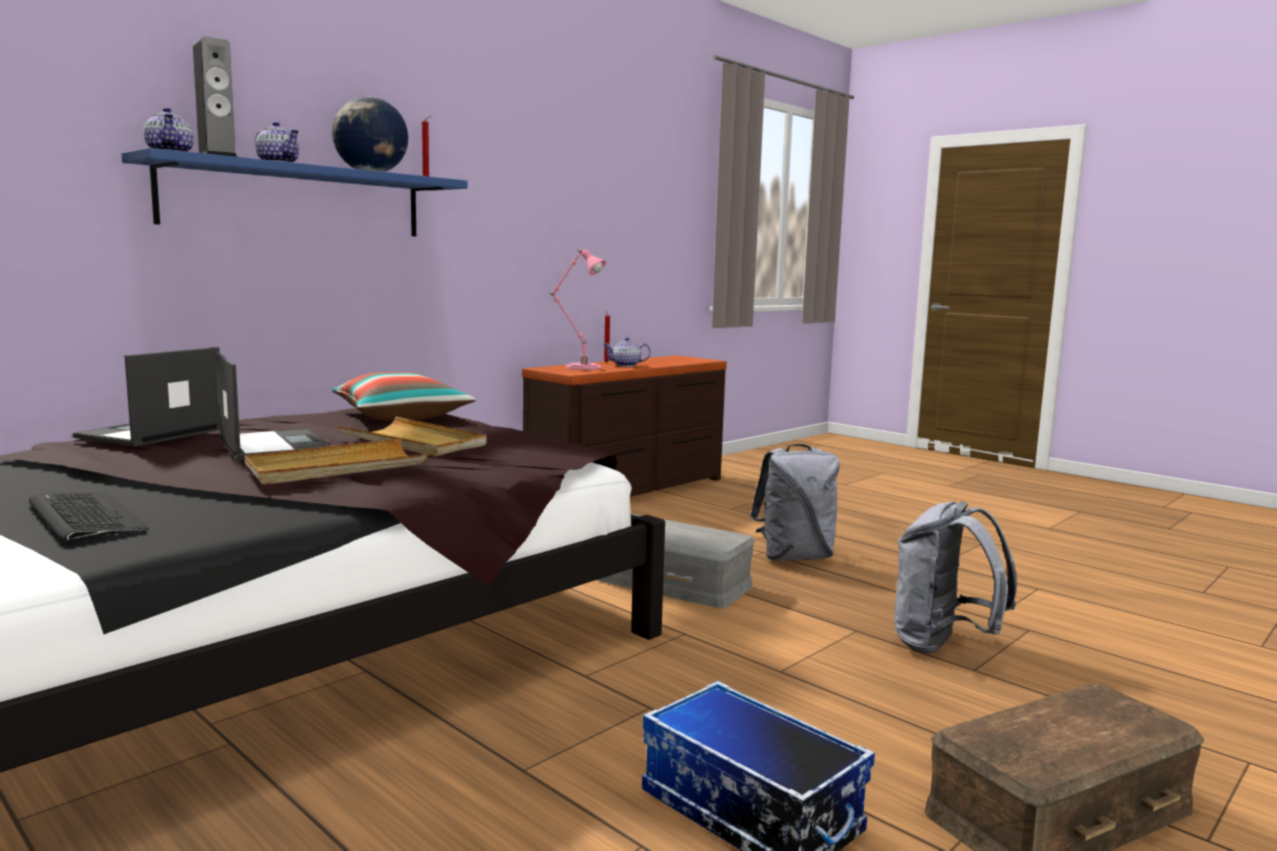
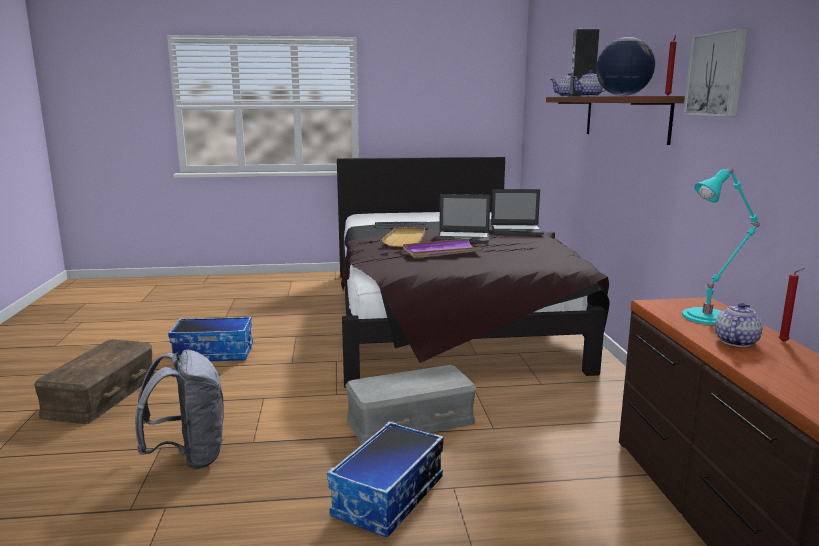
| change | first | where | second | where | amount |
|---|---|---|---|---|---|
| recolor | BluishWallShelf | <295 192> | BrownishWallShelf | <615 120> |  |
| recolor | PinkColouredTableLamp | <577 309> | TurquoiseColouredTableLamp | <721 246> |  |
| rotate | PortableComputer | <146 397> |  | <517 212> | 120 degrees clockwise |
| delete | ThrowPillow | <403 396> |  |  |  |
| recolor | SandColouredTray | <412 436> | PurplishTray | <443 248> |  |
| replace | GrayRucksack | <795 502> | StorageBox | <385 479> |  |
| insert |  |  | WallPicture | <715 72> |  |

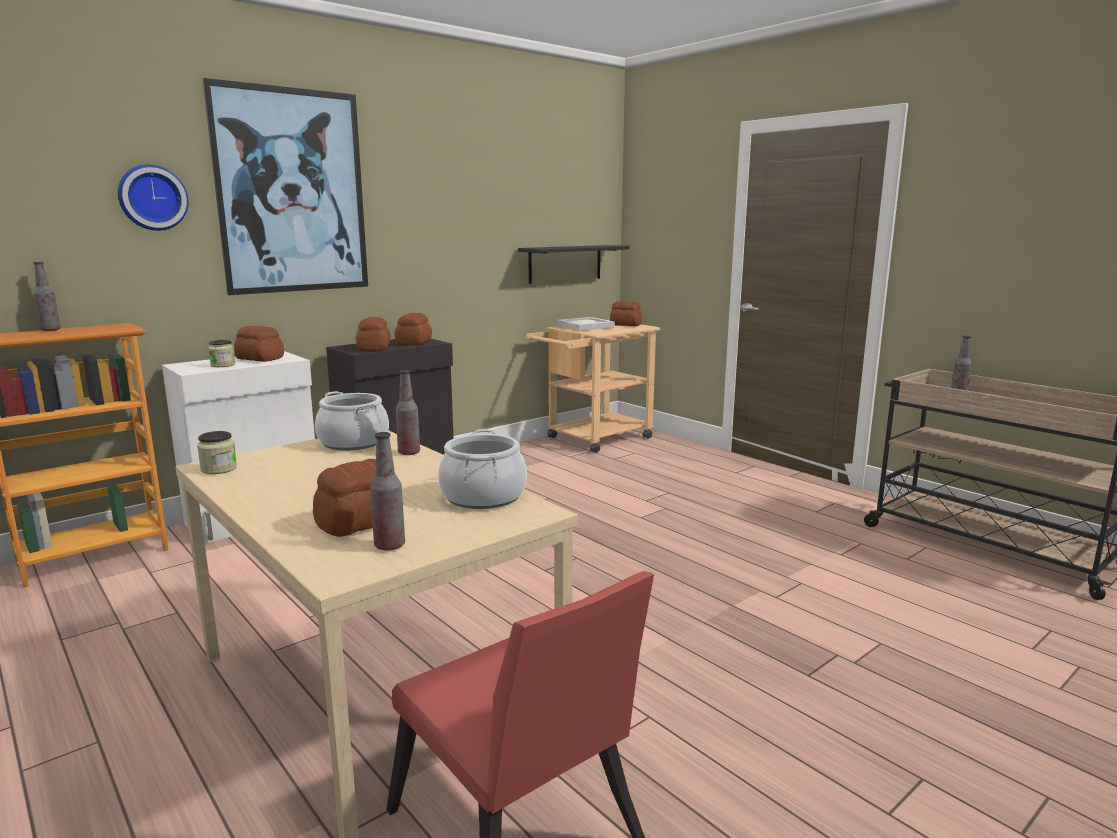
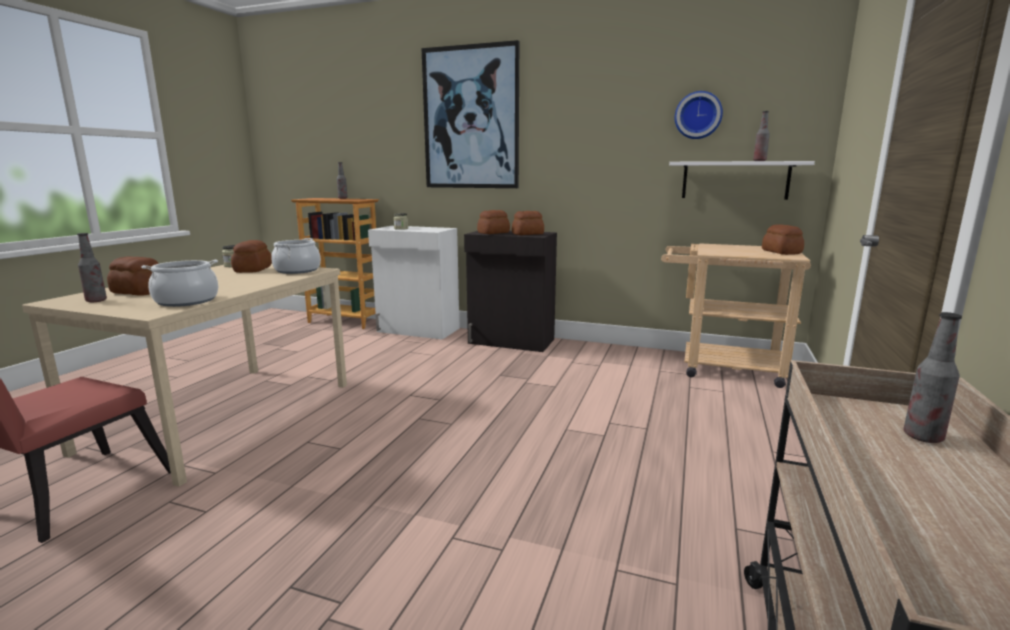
| change | first | where | second | where | amount |
|---|---|---|---|---|---|
| move | WallClock | <153 197> |  | <699 115> |  |
| recolor | BlackColouredWallShelf | <574 264> | WhiteWallShelf | <742 180> |  |
| delete | WhiteTray | <586 324> |  |  |  |
| move | BakedBread | <259 344> |  | <251 256> |  |
| move | Bottle | <408 412> |  | <761 136> |  |

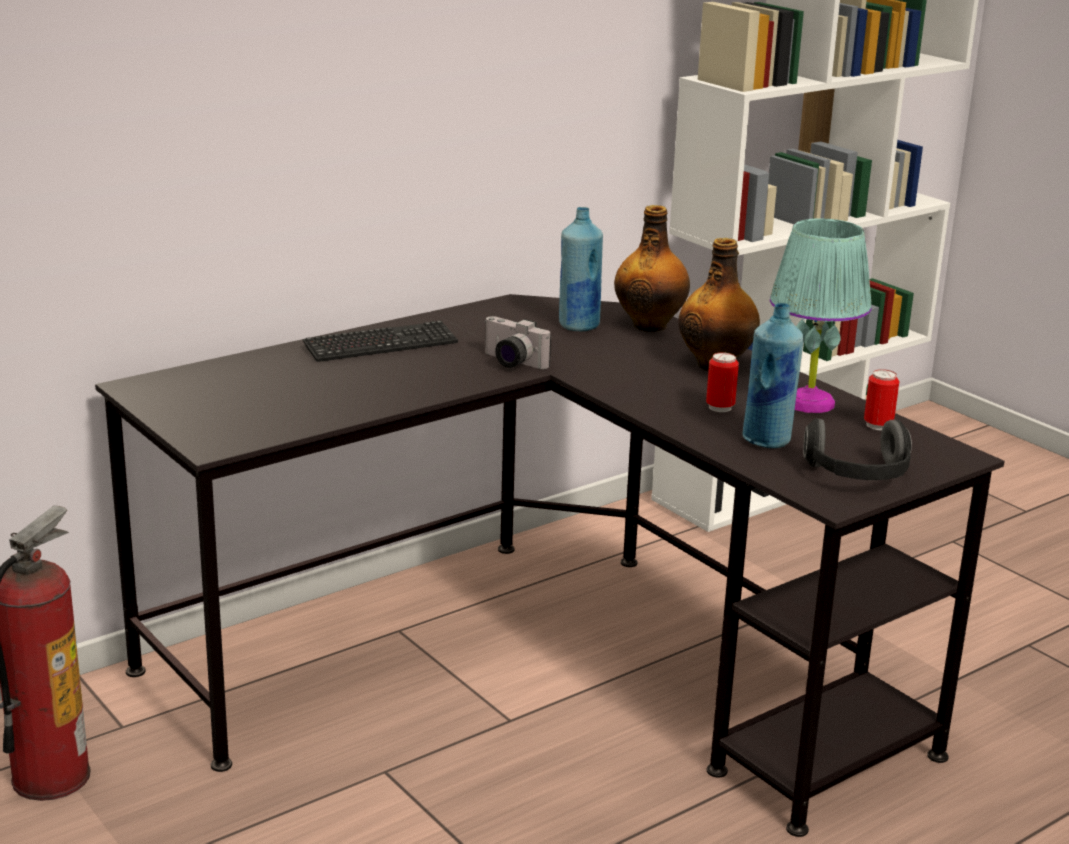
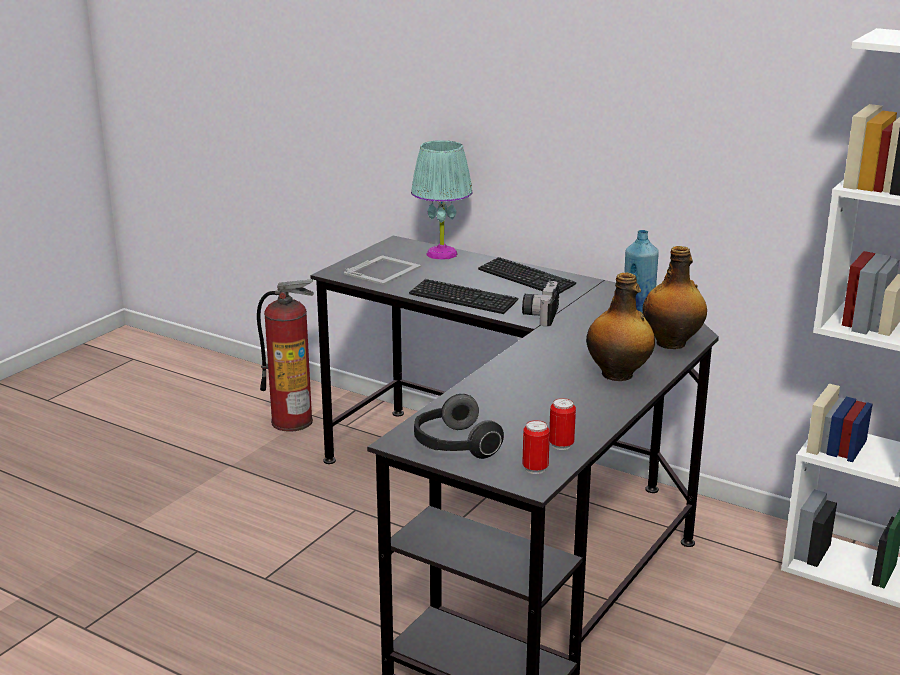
| change | first | where | second | where | amount |
|---|---|---|---|---|---|
| move | TurquoiseColouredTableLamp | <821 315> |  | <441 200> |  |
| delete | BluishBottle | <773 375> |  |  |  |
| move | SealedCan | <722 382> |  | <536 447> |  |
| insert |  |  | PhotoFrame | <382 270> |  |
| insert |  |  | ComputerKeyboard | <464 296> |  |

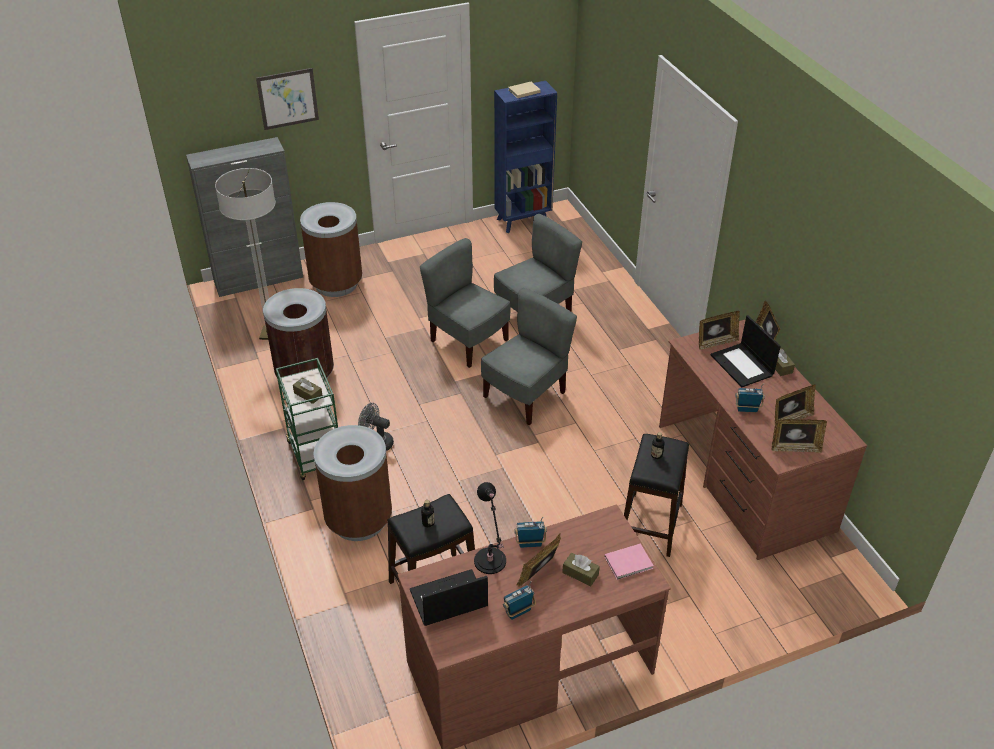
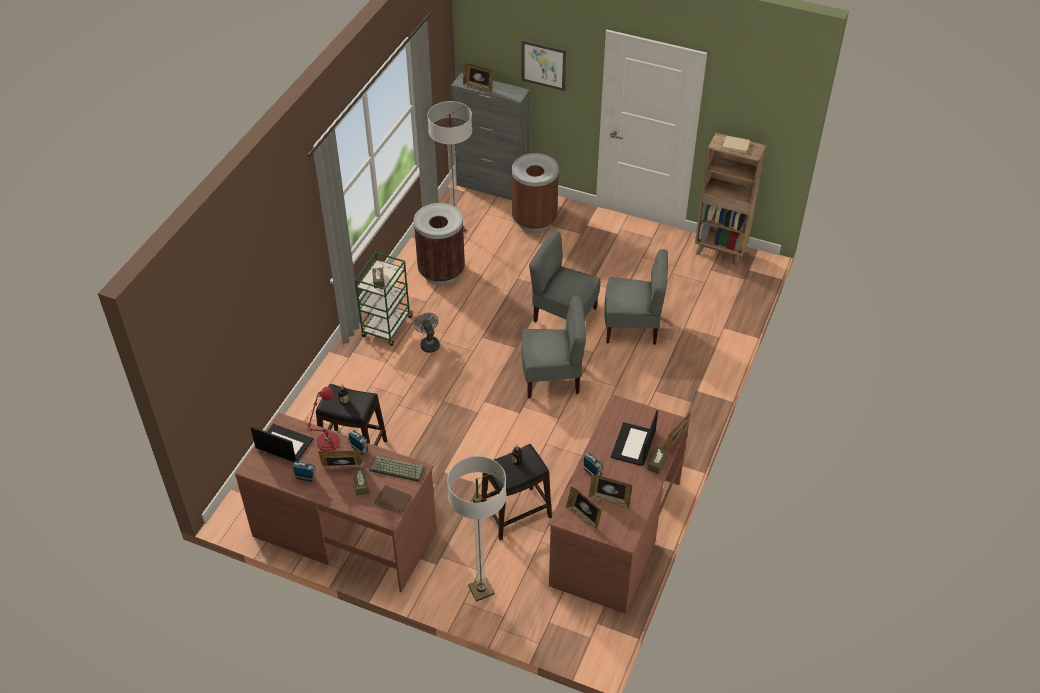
| change | first | where | second | where | amount |
|---|---|---|---|---|---|
| recolor | BluishShelvingUnit | <525 157> | BrownishShelvingUnit | <730 199> |  |
| rotate | GrayUprightChair | <465 303> |  | <564 276> | 60 degrees counterclockwise |
| move | PhotoFrame | <719 330> |  | <478 78> |  |
| delete | BrownishRubbishBin | <352 483> |  |  |  |
| recolor | BlackColouredTableLamp | <490 528> | ReddishTableLamp | <323 419> |  |
| recolor | PinkColouredVolume | <629 561> | BrownishVolume | <392 499> |  |
| insert |  |  | ComputerKeyboard | <397 469> |  |
| insert |  |  | StandardLamp | <477 529> |  |

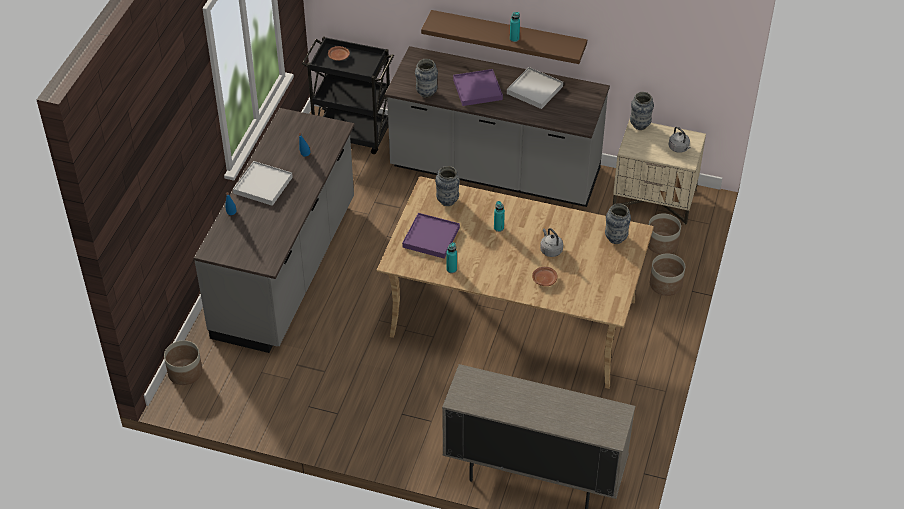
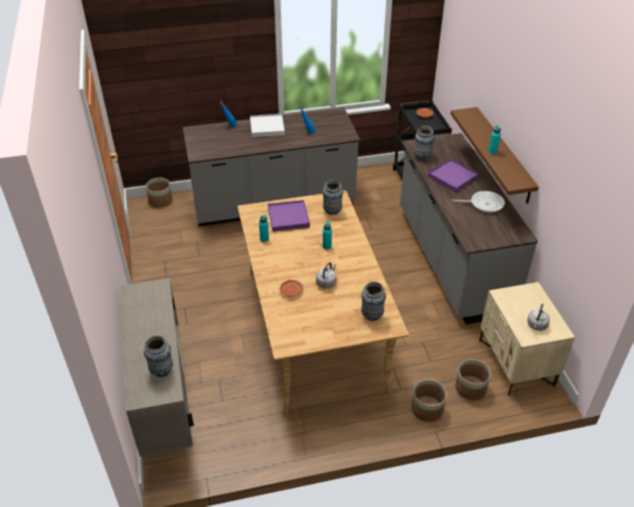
| change | first | where | second | where | amount |
|---|---|---|---|---|---|
| replace | WhiteTray | <535 88> | FryingPan | <478 201> |  |
| move | FlowerVase | <642 111> |  | <158 356> |  |

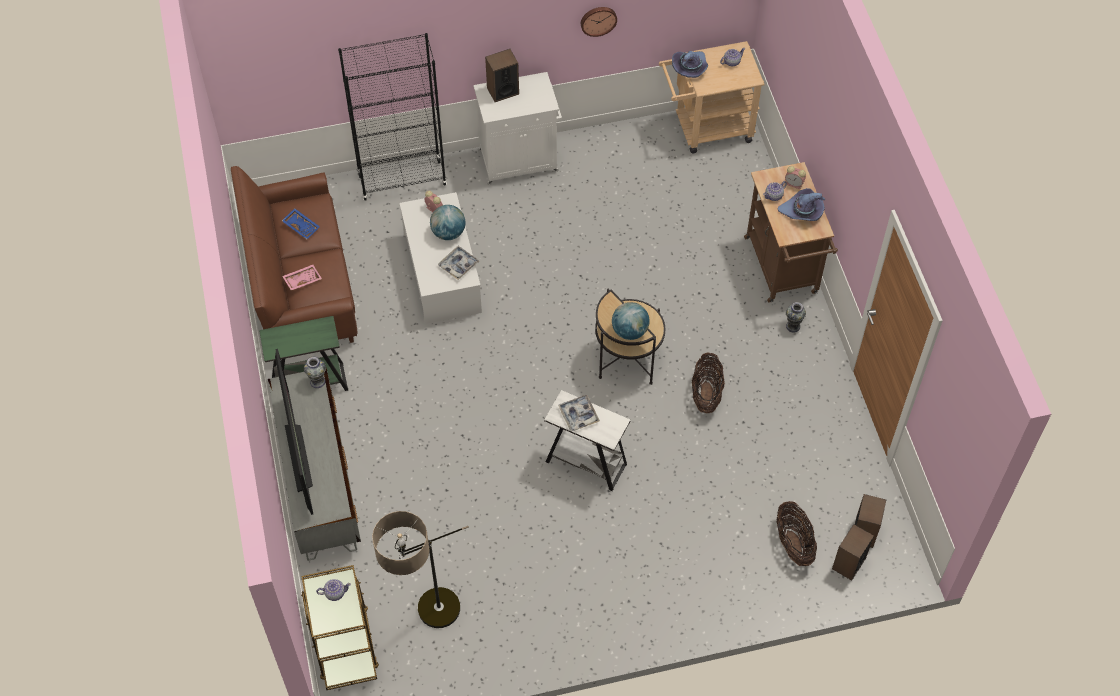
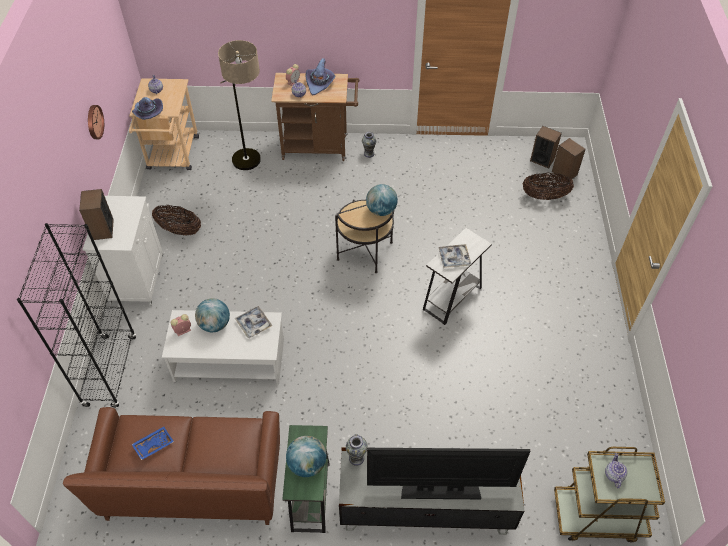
| change | first | where | second | where | amount |
|---|---|---|---|---|---|
| delete | PinkColouredTray | <302 277> |  |  |  |
| move | HouseholdBasket | <708 382> |  | <176 220> |  |
| move | StandardLamp | <420 569> |  | <239 105> |  |
| insert |  |  | Globe | <306 456> |  |

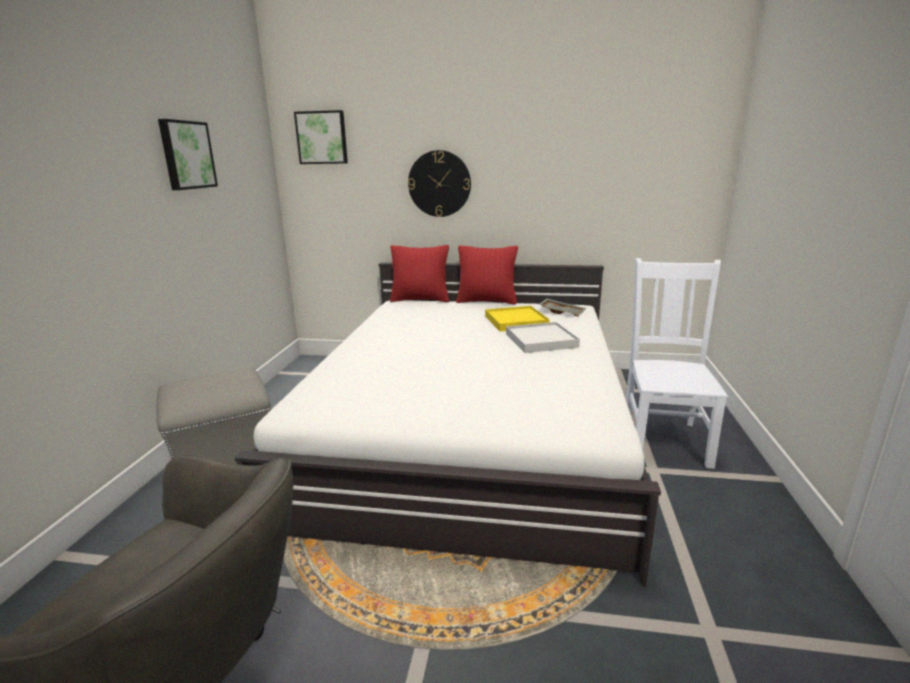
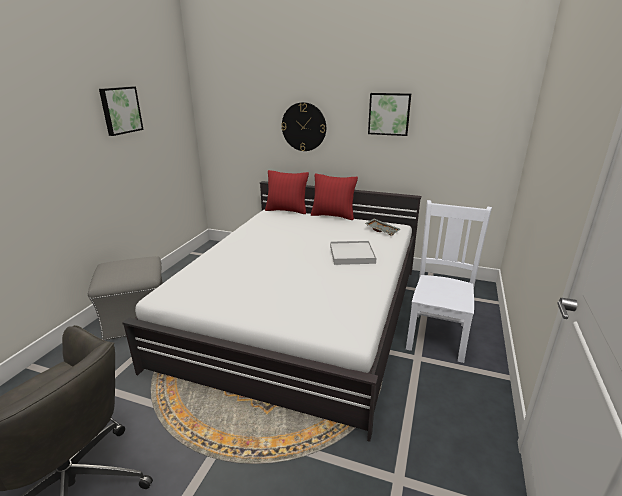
| change | first | where | second | where | amount |
|---|---|---|---|---|---|
| move | WallPicture | <321 137> |  | <389 114> |  |
| delete | YellowTray | <517 319> |  |  |  |

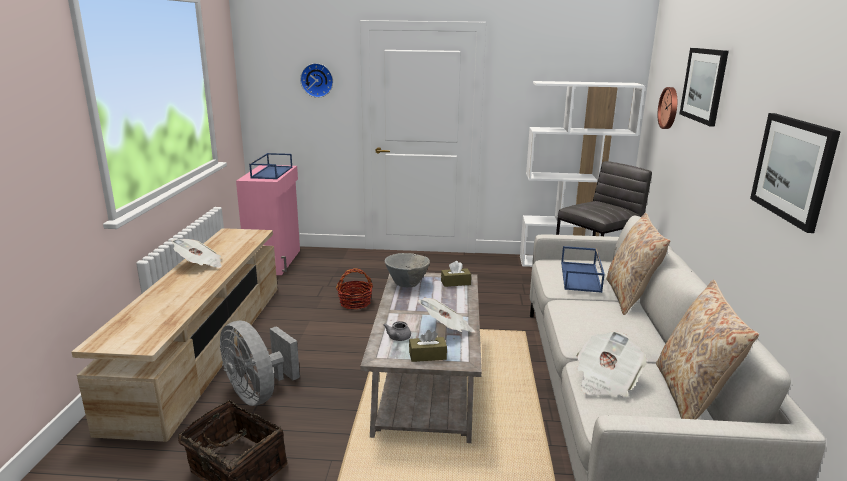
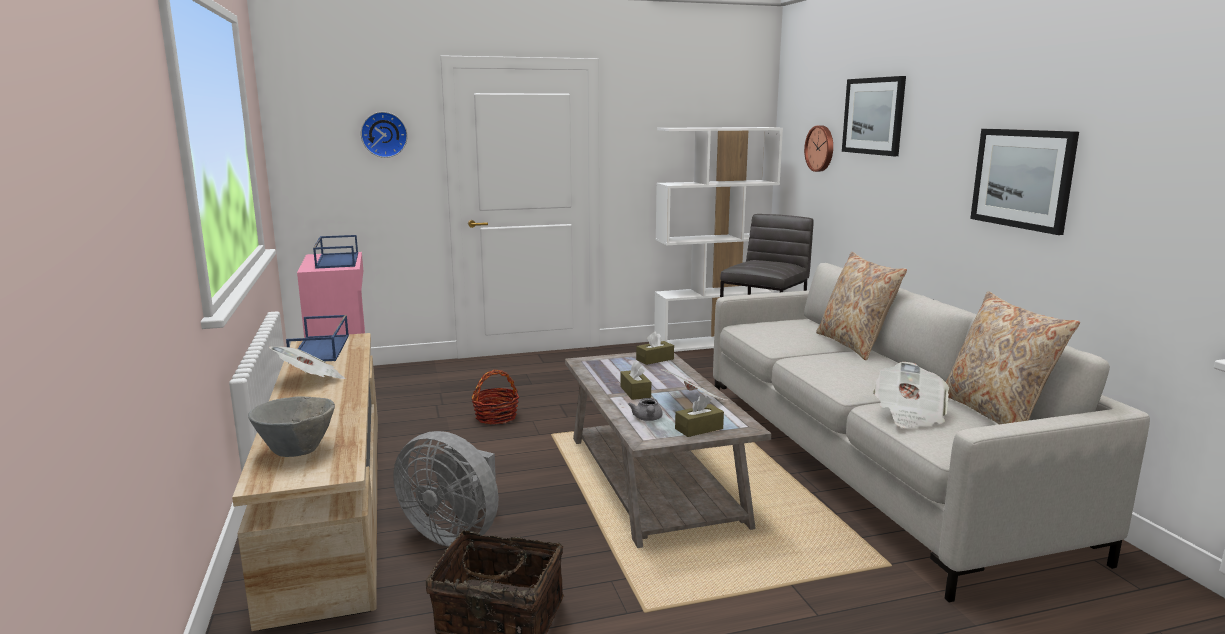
| change | first | where | second | where | amount |
|---|---|---|---|---|---|
| move | BluishTray | <583 269> |  | <317 339> |  |
| move | GrayBowl | <407 270> |  | <291 426> |  |
| insert |  |  | BrownishTissueHolder | <635 380> |  |

